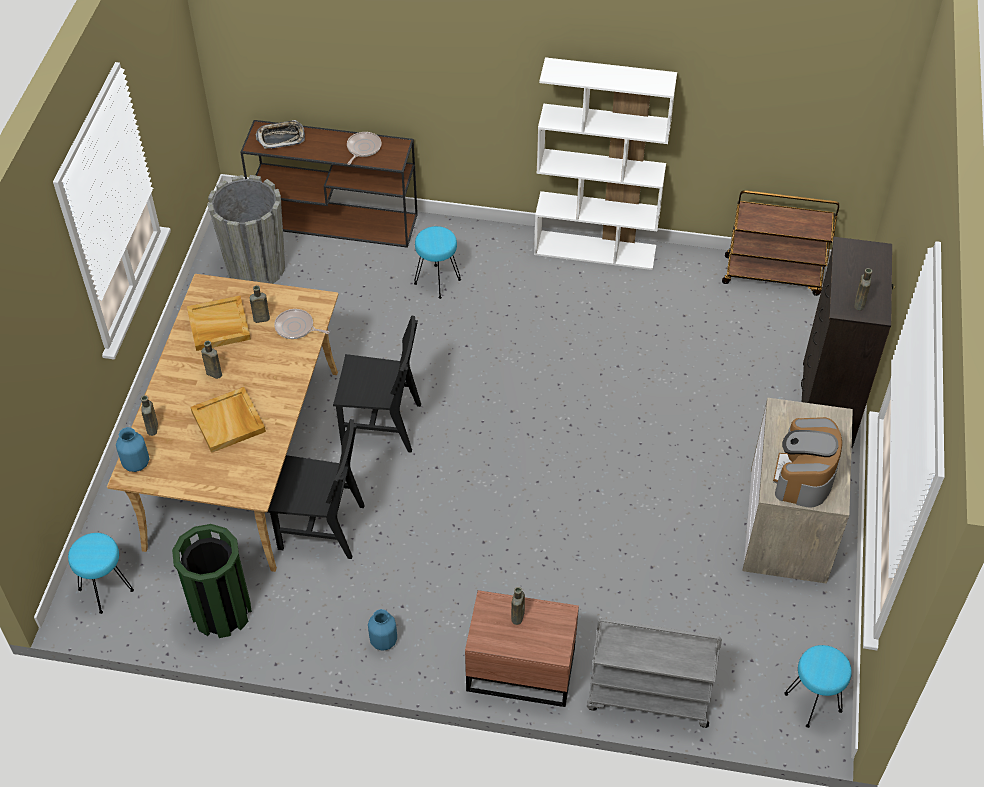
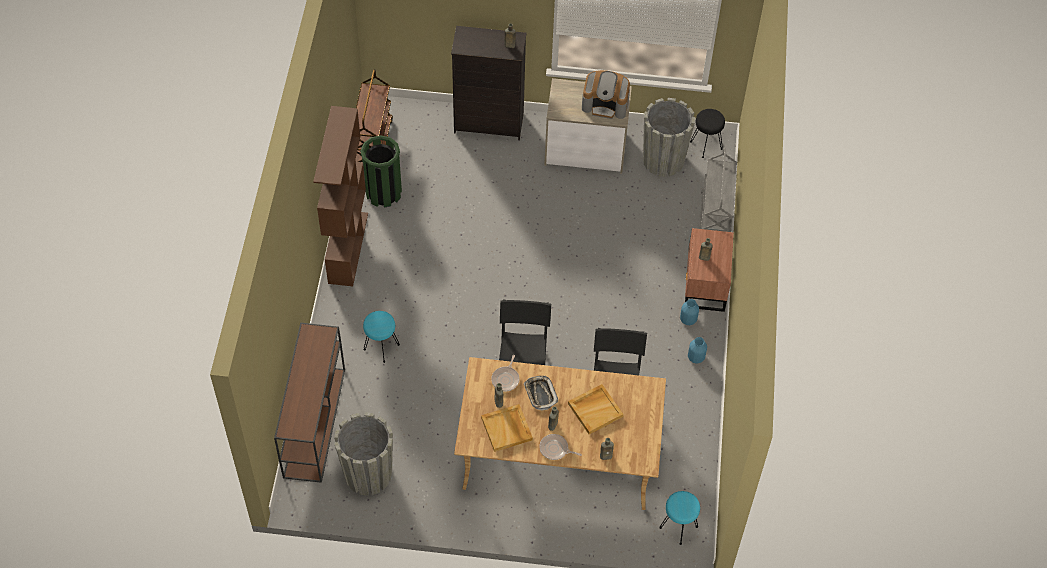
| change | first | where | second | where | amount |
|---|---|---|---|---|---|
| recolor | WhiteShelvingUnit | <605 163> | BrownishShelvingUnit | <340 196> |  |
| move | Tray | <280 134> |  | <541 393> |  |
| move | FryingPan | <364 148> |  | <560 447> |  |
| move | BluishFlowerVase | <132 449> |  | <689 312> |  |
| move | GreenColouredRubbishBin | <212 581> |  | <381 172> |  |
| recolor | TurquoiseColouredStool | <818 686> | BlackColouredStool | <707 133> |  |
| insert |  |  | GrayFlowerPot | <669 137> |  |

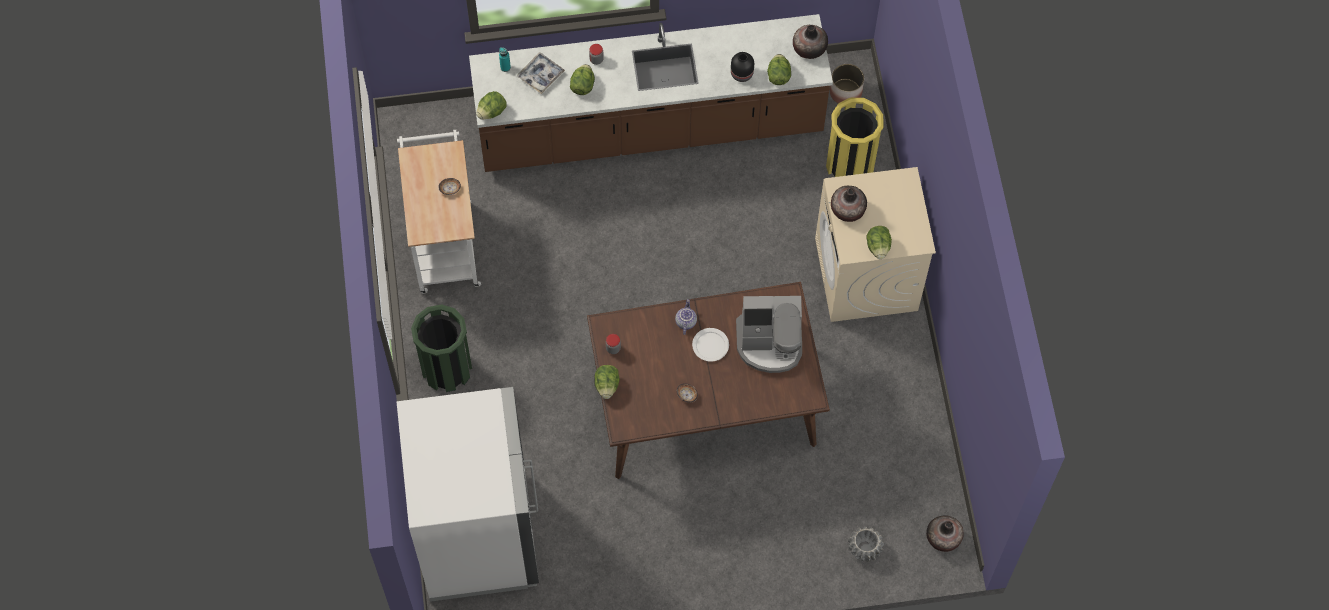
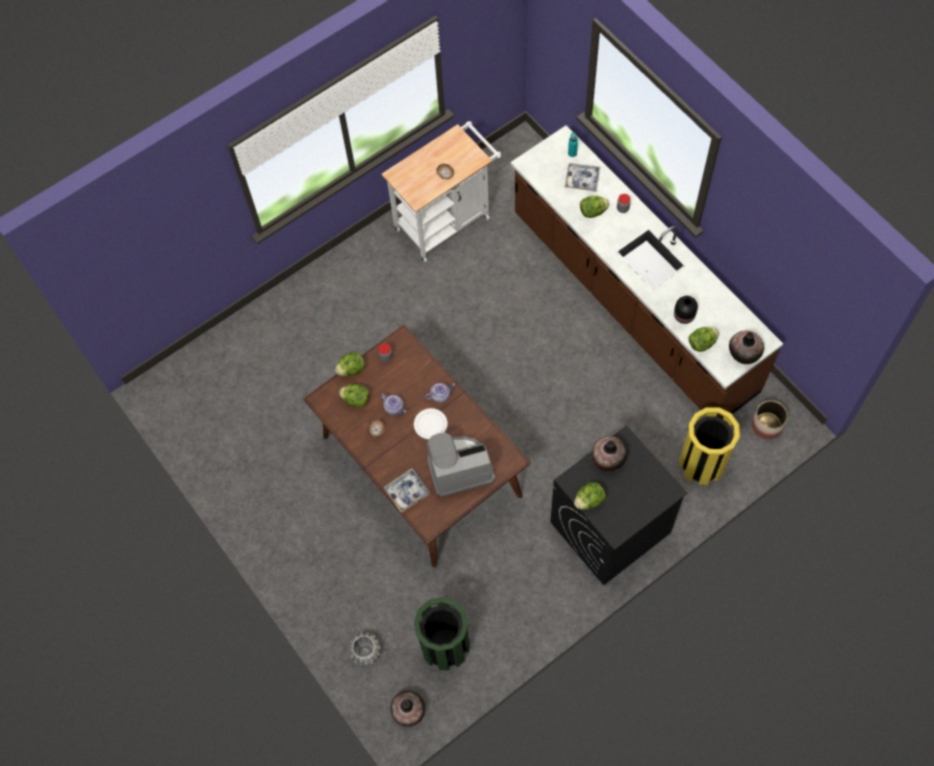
| change | first | where | second | where | amount |
|---|---|---|---|---|---|
| move | LettuceHead | <491 105> |  | <354 395> |  |
| recolor | SandColouredWashingMachine | <875 244> | BlackColouredWashingMachine | <619 505> |  |
| rotate | CoffeeBrewer | <769 334> |  | <461 465> | 105 degrees clockwise |
| move | GreenColouredRubbishBin | <441 348> |  | <441 633> |  |
| delete | WhiteFridge | <467 494> |  |  |  |
| insert |  |  | TeaPot | <393 404> |  |
| insert |  |  | Tray | <407 490> |  |

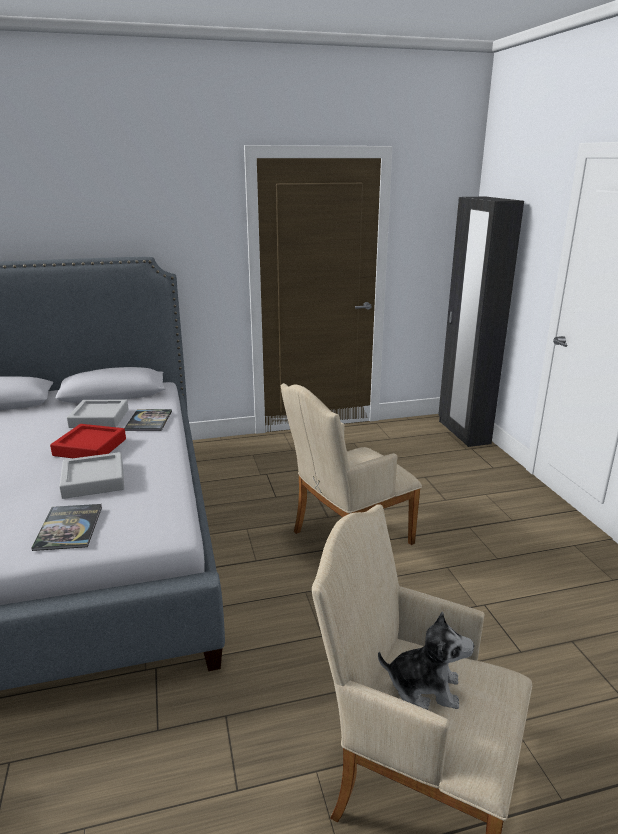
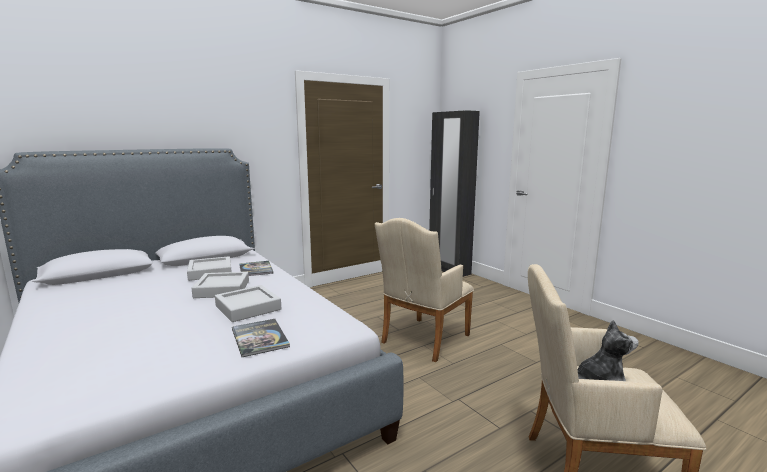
| change | first | where | second | where | amount |
|---|---|---|---|---|---|
| recolor | ReddishTray | <88 441> | GrayTray | <220 285> |  |

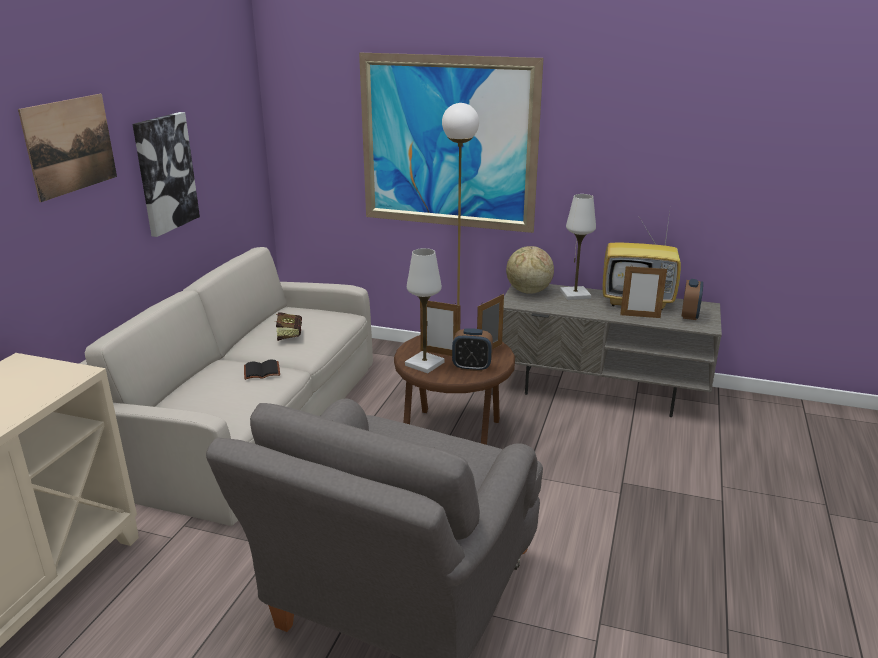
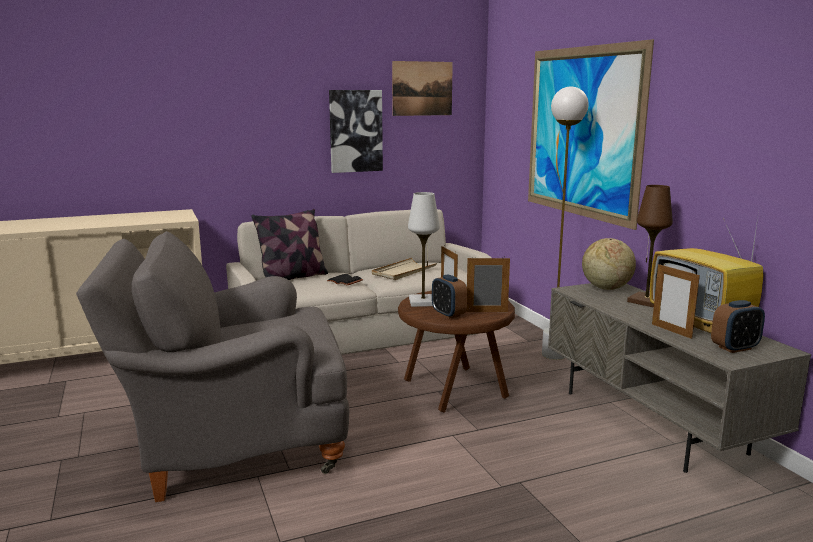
| change | first | where | second | where | amount |
|---|---|---|---|---|---|
| move | WallPicture | <67 148> |  | <422 88> |  |
| recolor | WhiteTableLamp | <578 247> | BrownishTableLamp | <650 246> |  |
| replace | Volume | <289 326> | SandColouredTray | <404 269> |  |
| insert |  |  | ThrowPillow | <289 244> |  |

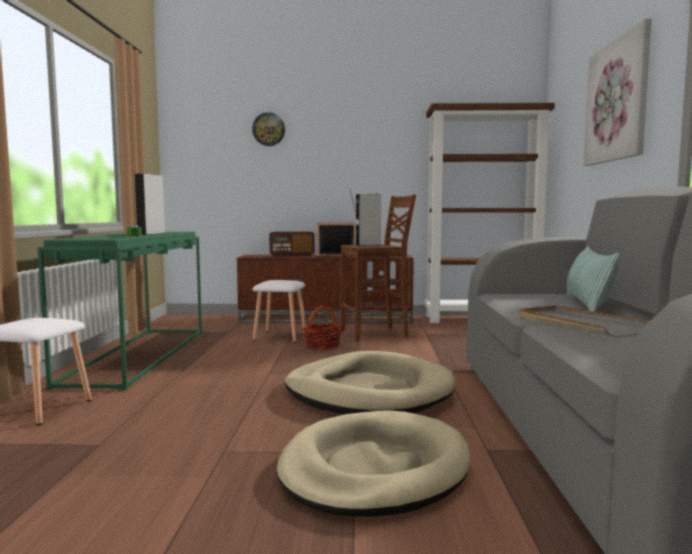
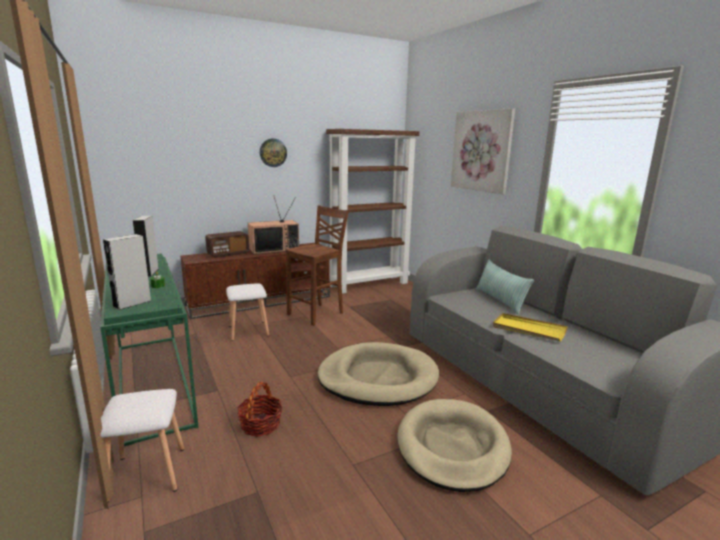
| change | first | where | second | where | amount |
|---|---|---|---|---|---|
| move | WallClock | <268 129> |  | <273 153> |  |
| move | GrayAudioSpeaker | <368 220> |  | <127 272> |  |
| move | HouseholdBasket | <322 327> |  | <260 409> |  |
| recolor | GrayTray | <584 321> | YellowTray | <530 327> |  |

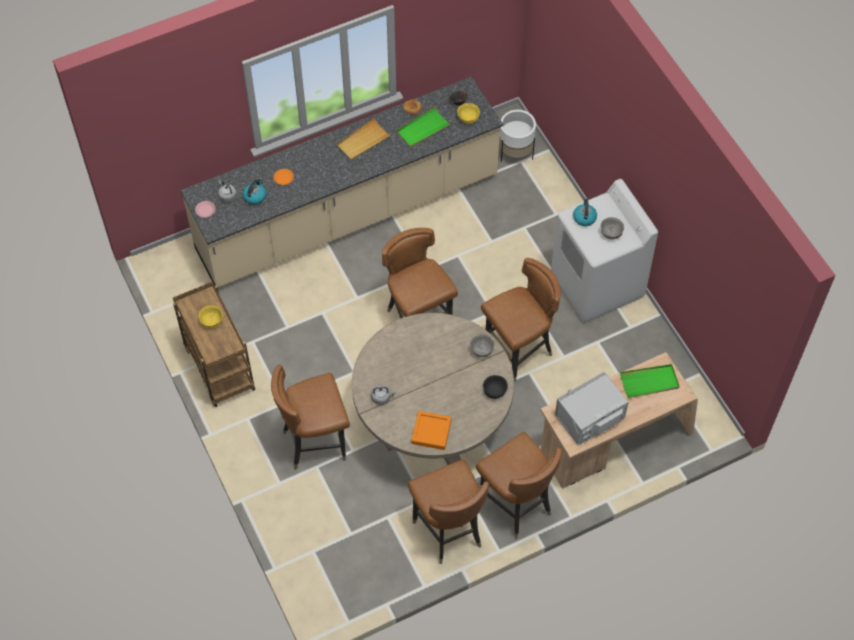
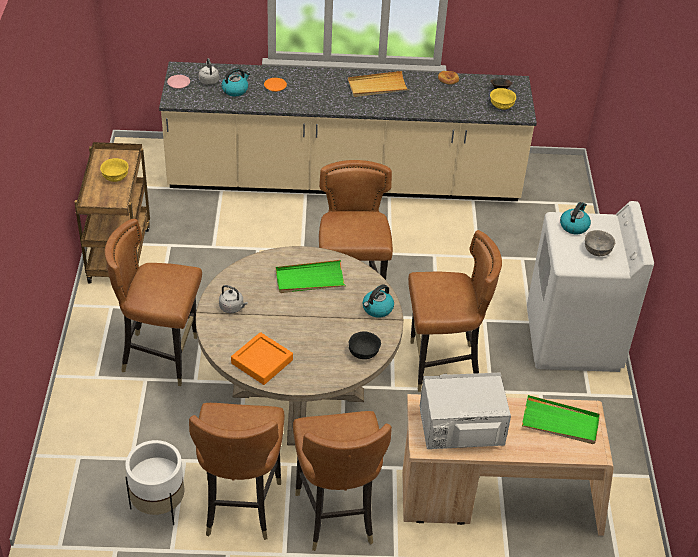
| change | first | where | second | where | amount |
|---|---|---|---|---|---|
| move | GreenColouredTray | <423 127> |  | <311 276> |  |
| move | WhiteFlowerPot | <517 136> |  | <154 482> |  |
| replace | GrayBowl | <482 345> | Kettle | <378 301> |  |

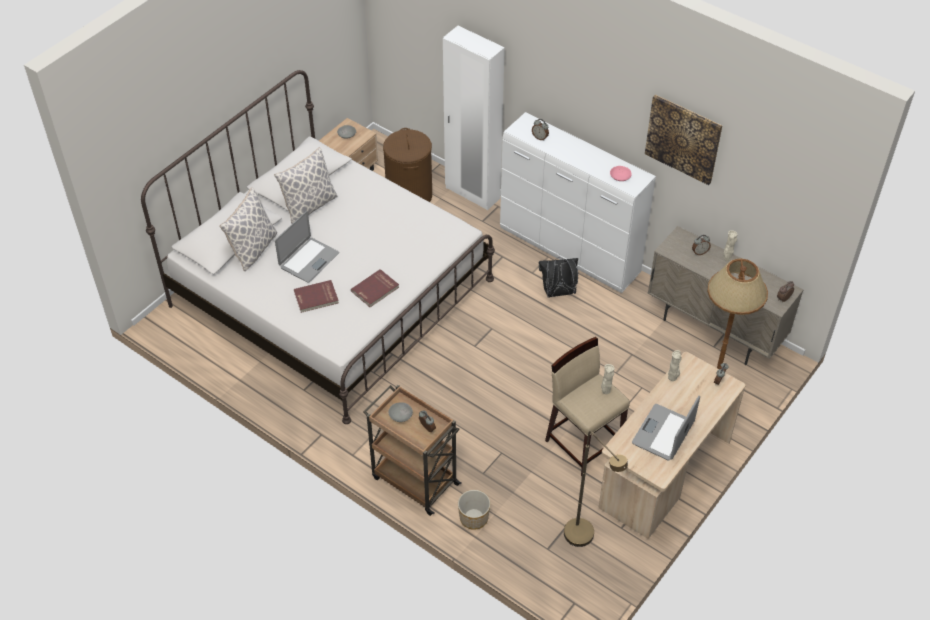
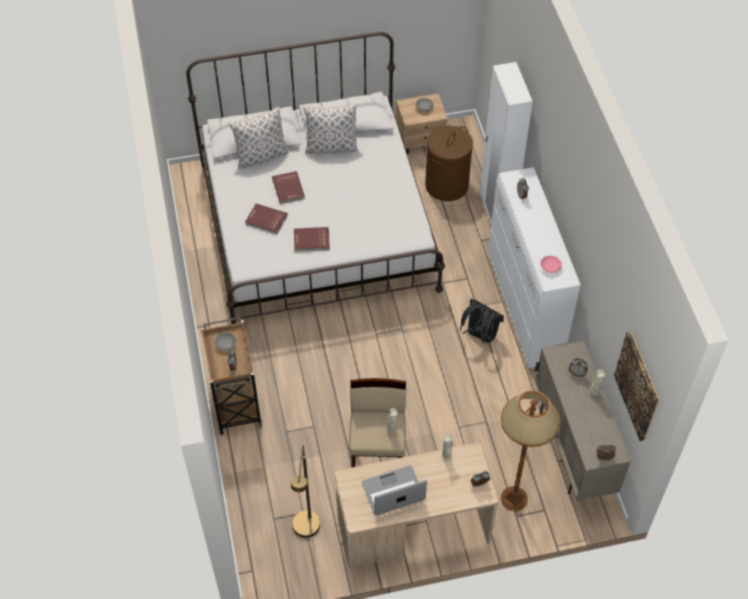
| change | first | where | second | where | amount |
|---|---|---|---|---|---|
| move | WallPicture | <683 140> |  | <636 386> |  |
| replace | PortableComputer | <307 246> | ReddishVolume | <288 187> |  |
| delete | FlowerPot | <474 510> |  |  |  |

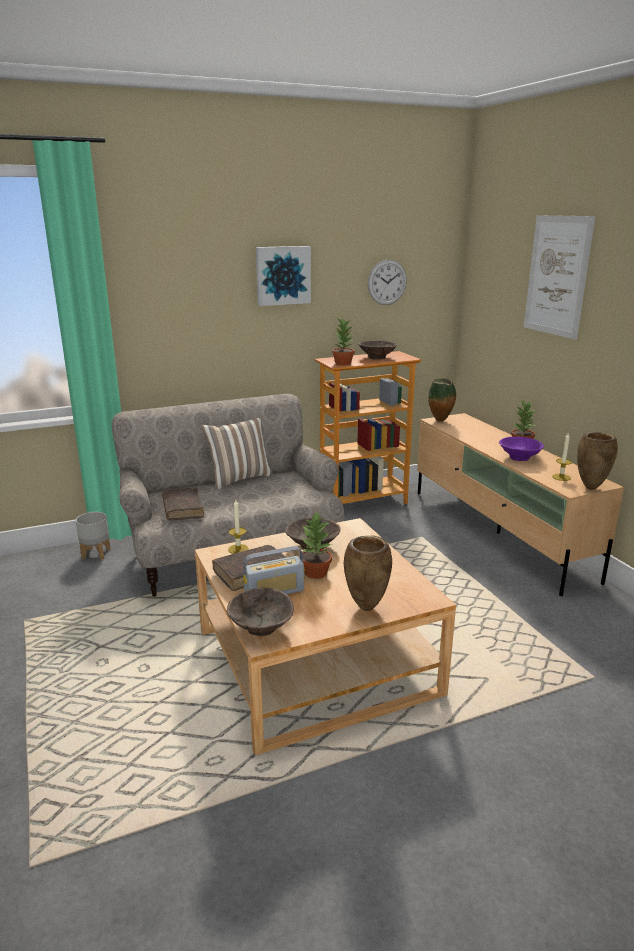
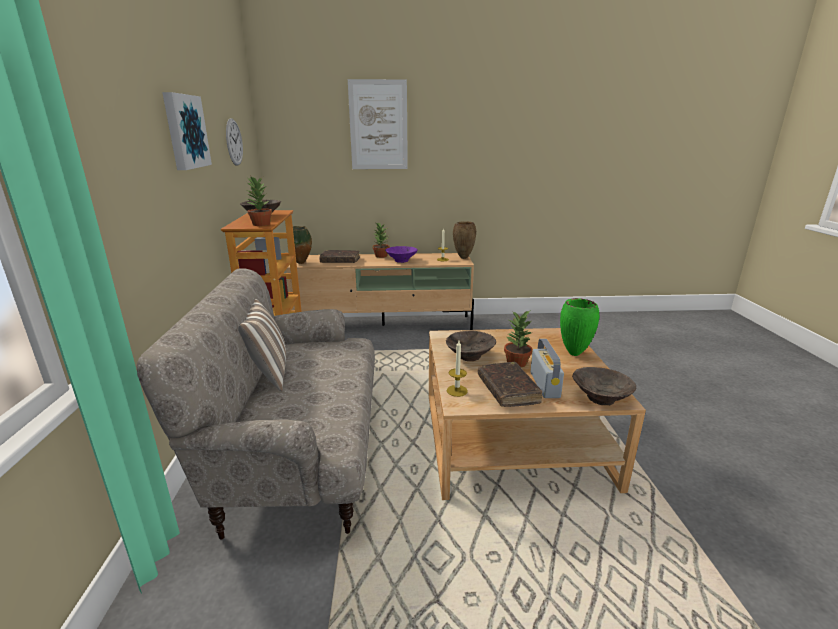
| change | first | where | second | where | amount |
|---|---|---|---|---|---|
| move | BrownishVolume | <183 503> |  | <339 256> |  |
| delete | GrayFlowerPot | <93 536> |  |  |  |
| recolor | BrownishFlowerVase | <368 573> | GreenColouredFlowerVase | <579 327> |  |

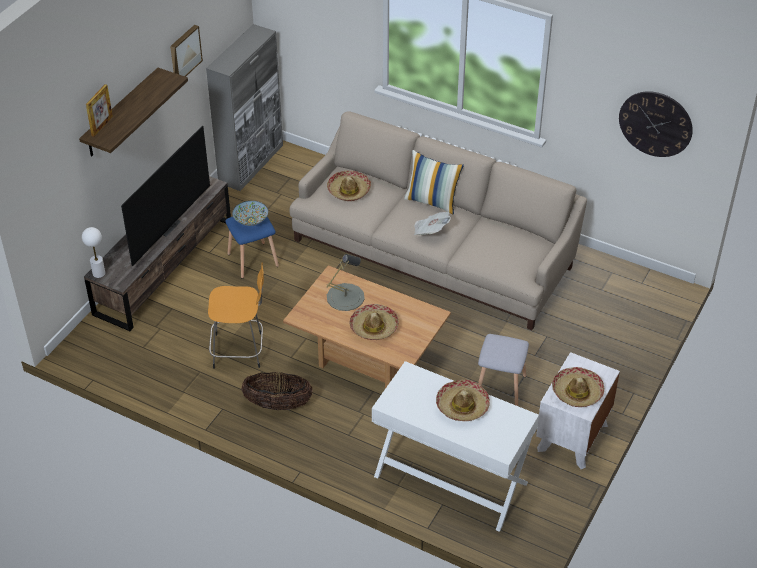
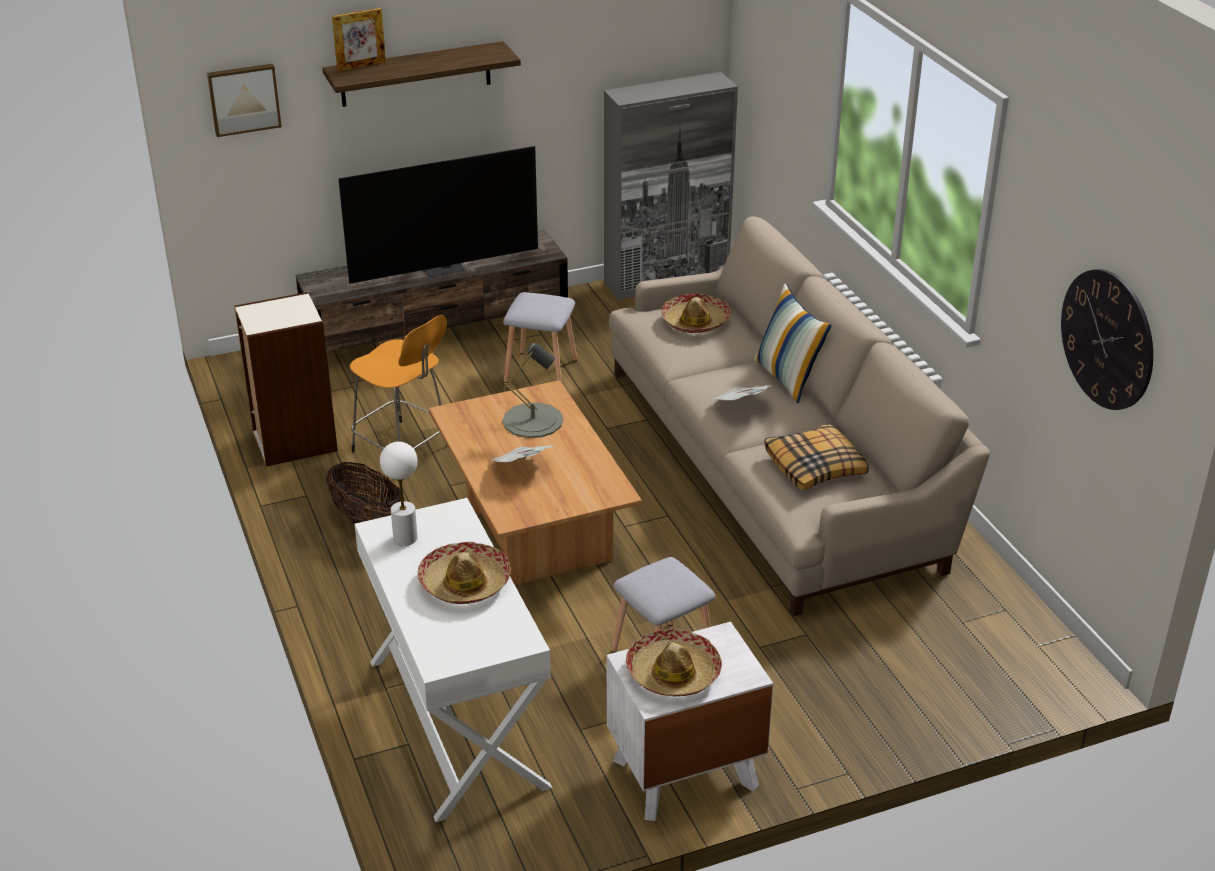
| change | first | where | second | where | amount |
|---|---|---|---|---|---|
| move | WallPicture | <186 51> |  | <244 100> |  |
| delete | Bowl | <250 213> |  |  |  |
| recolor | BluishStool | <252 248> | GrayStool | <540 337> |  |
| move | WhiteTableLamp | <93 252> |  | <399 494> |  |
| replace | Hat | <374 322> | Newspaper | <522 453> |  |
| insert |  |  | ShelvingUnit | <286 379> |  |
| insert |  |  | ThrowPillow | <816 456> |  |

